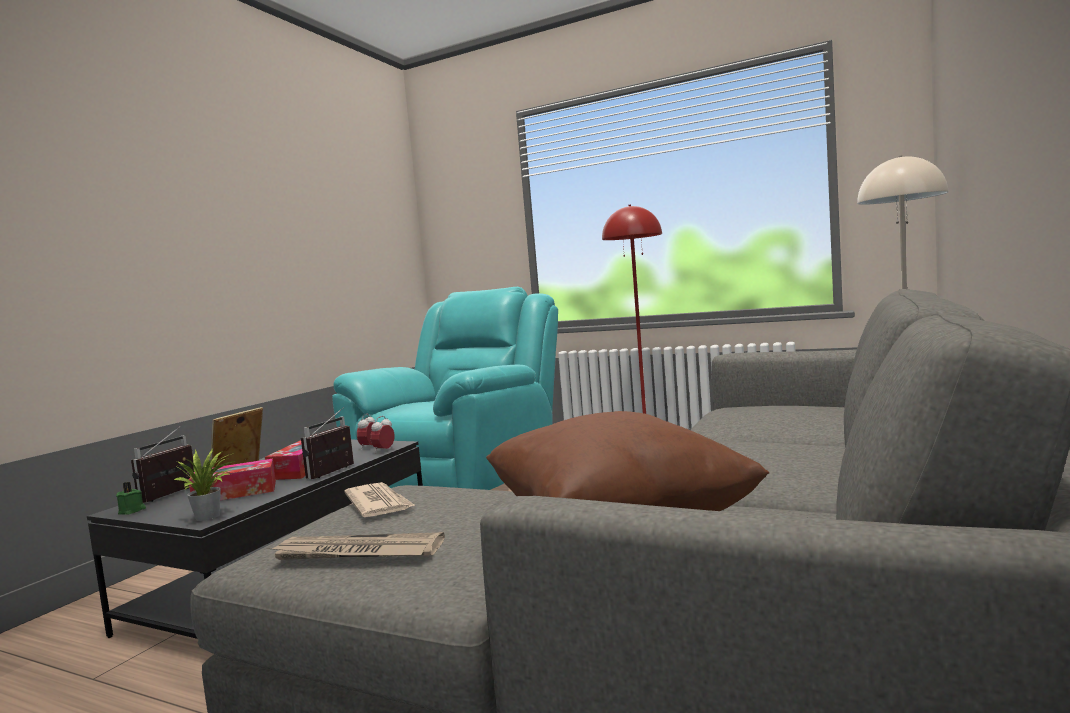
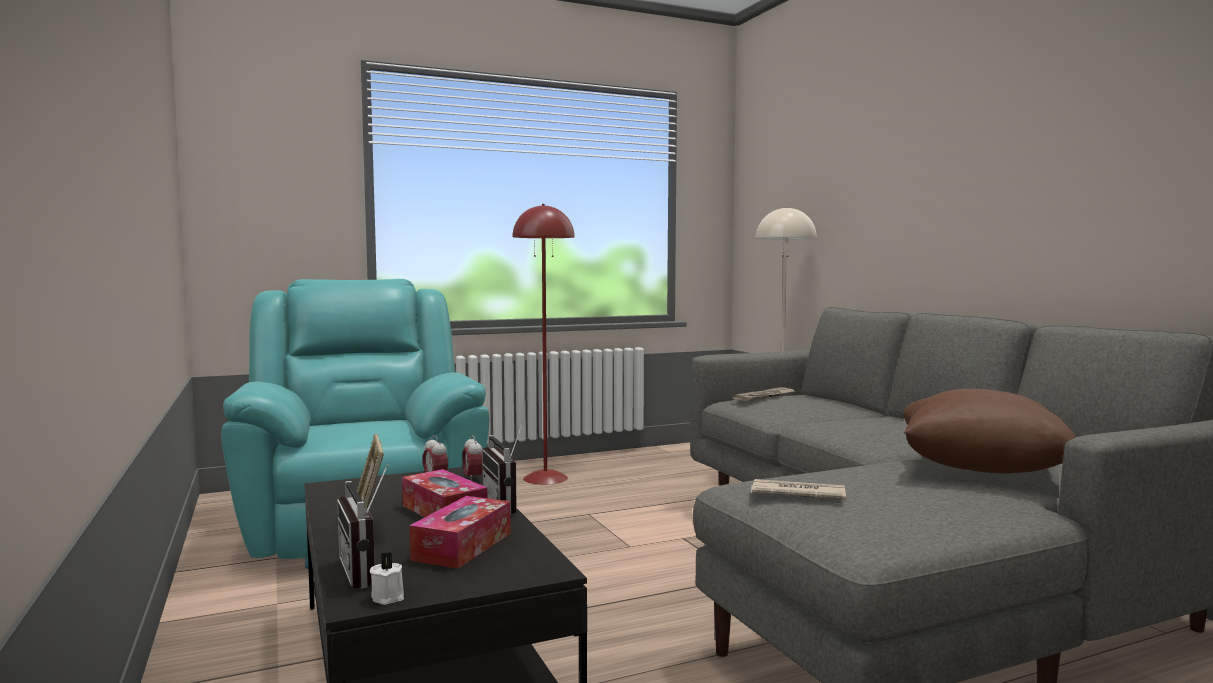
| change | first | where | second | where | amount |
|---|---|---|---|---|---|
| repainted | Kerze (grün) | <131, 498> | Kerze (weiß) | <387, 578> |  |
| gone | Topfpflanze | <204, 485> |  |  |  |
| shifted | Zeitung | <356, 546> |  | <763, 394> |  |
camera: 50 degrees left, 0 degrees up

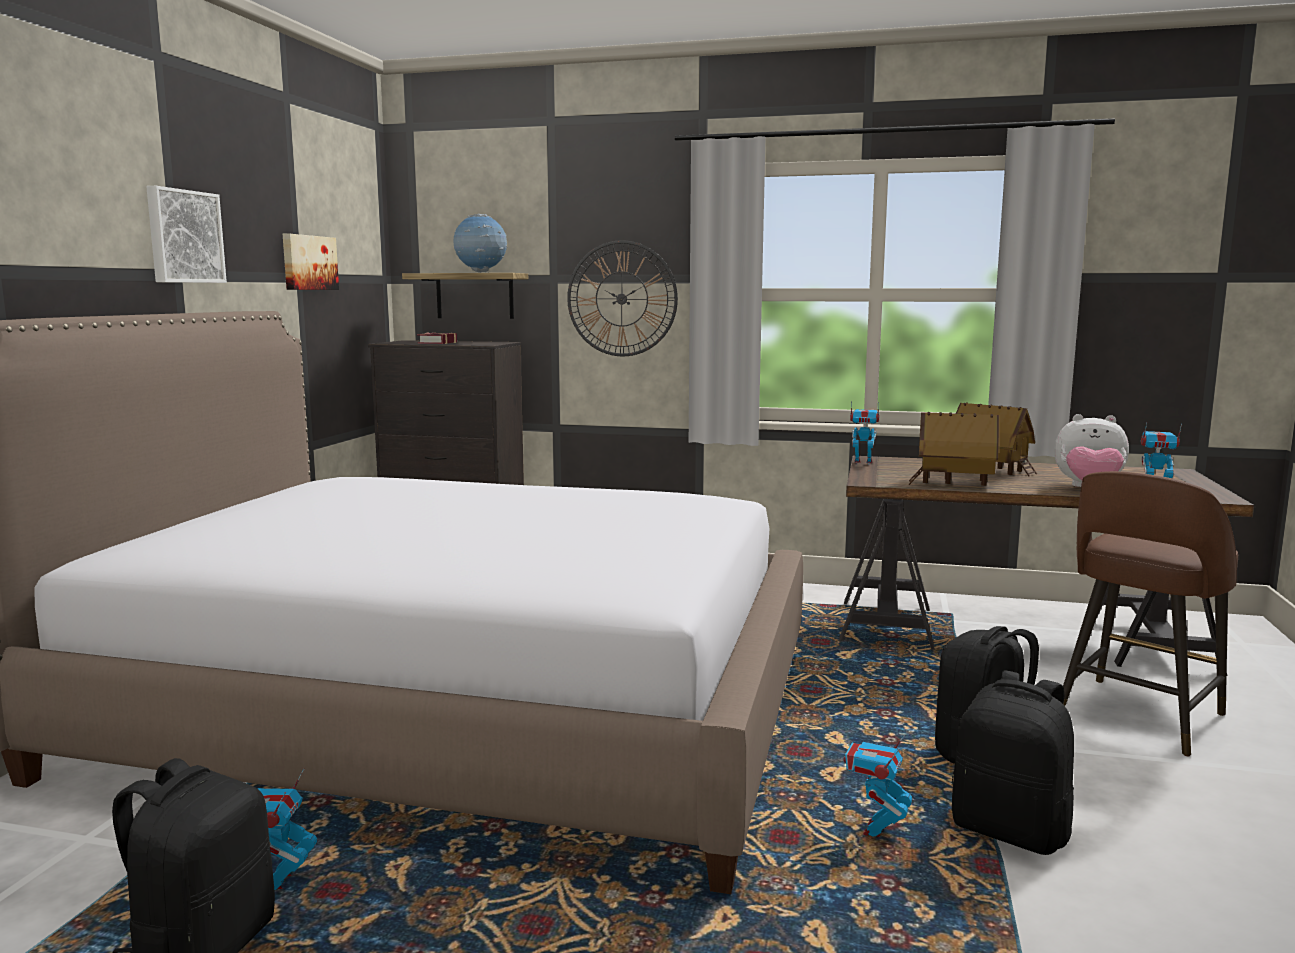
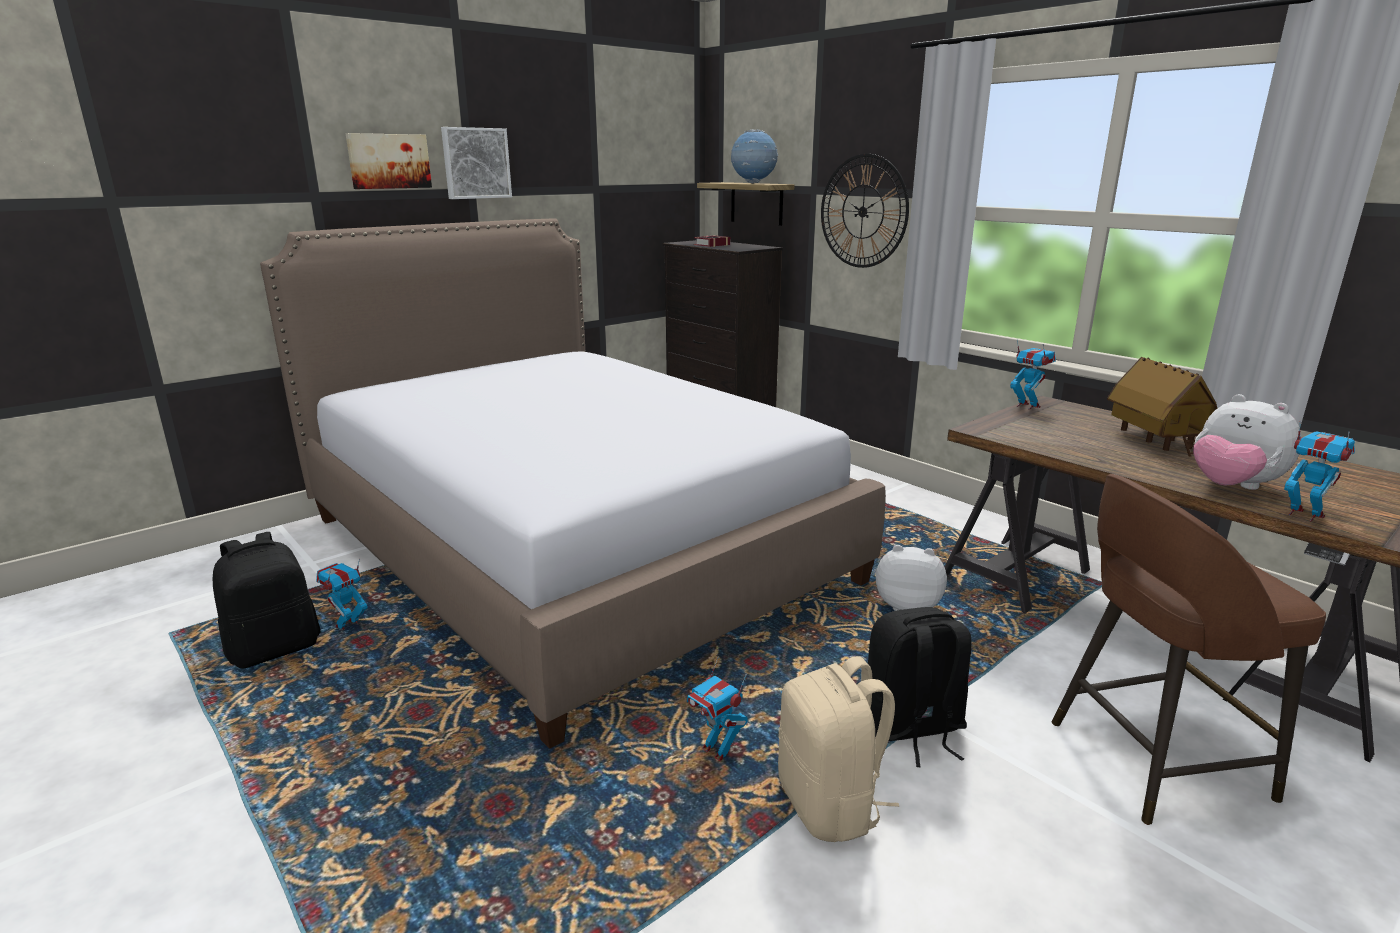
| change | first | where | second | where | amount |
|---|---|---|---|---|---|
| shifted | Bild | <311, 261> |  | <388, 161> |  |
| rotated | Spielzeugroboter | <878, 784> |  | <717, 709> | 105 degrees counterclockwise |
| gone | Spielzeughaus | <953, 449> |  |  |  |
| repainted | Rucksack (schwarz) | <1013, 762> | Rucksack (beige) | <838, 749> |  |
| new |  |  | Plüschtier | <911, 578> |  |
camera: 35 degrees right, 10 degrees up

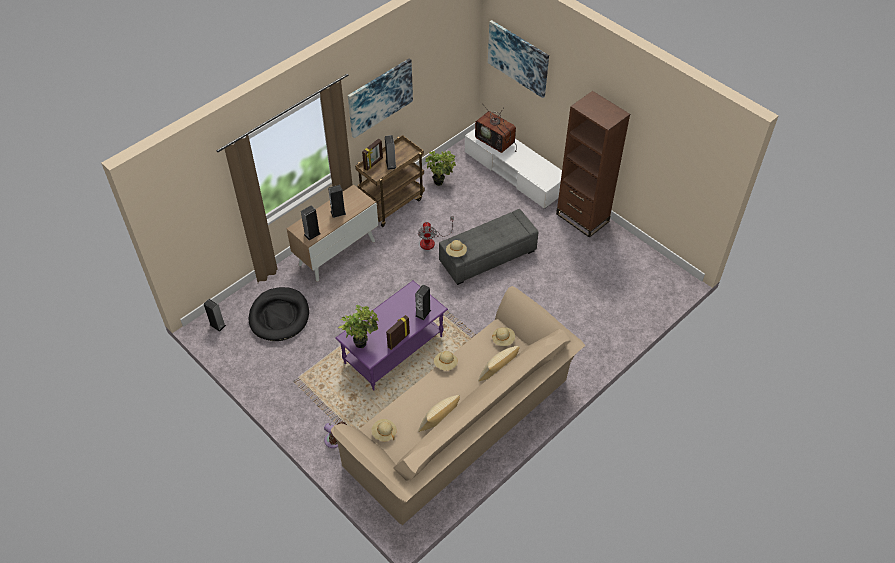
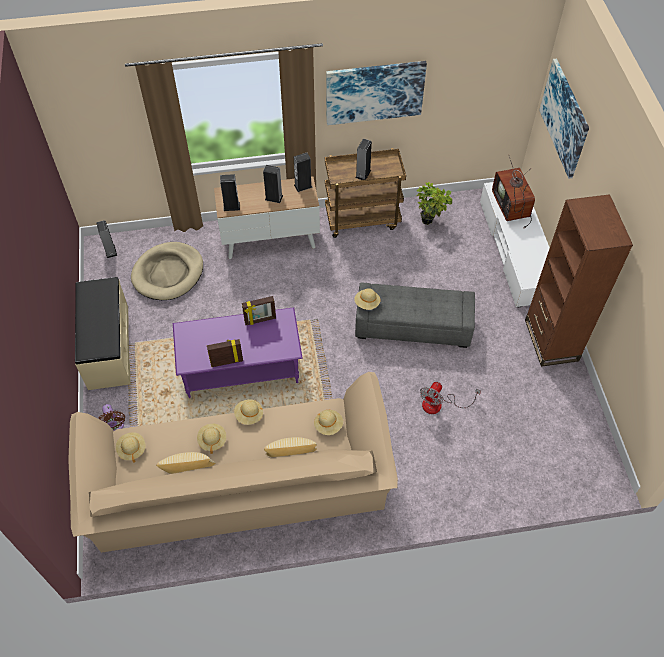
| change | first | where | second | where | amount |
|---|---|---|---|---|---|
| repainted | Hundebett (schwarz) | <279, 314> | Hundebett (beige) | <167, 271> |  |
| gone | Topfpflanze | <358, 326> |  |  |  |
| shifted | Bilderrahmen | <372, 155> |  | <259, 310> |  |
| shifted | Lautsprecher | <423, 302> |  | <303, 172> |  |
| shifted | Ventilator | <436, 233> |  | <450, 398> |  |
| new |  |  | Bank (beige) | <103, 333> |  |
| new |  |  | Hut (beige) | <211, 439> |  |
camera: 35 degrees right, 5 degrees up

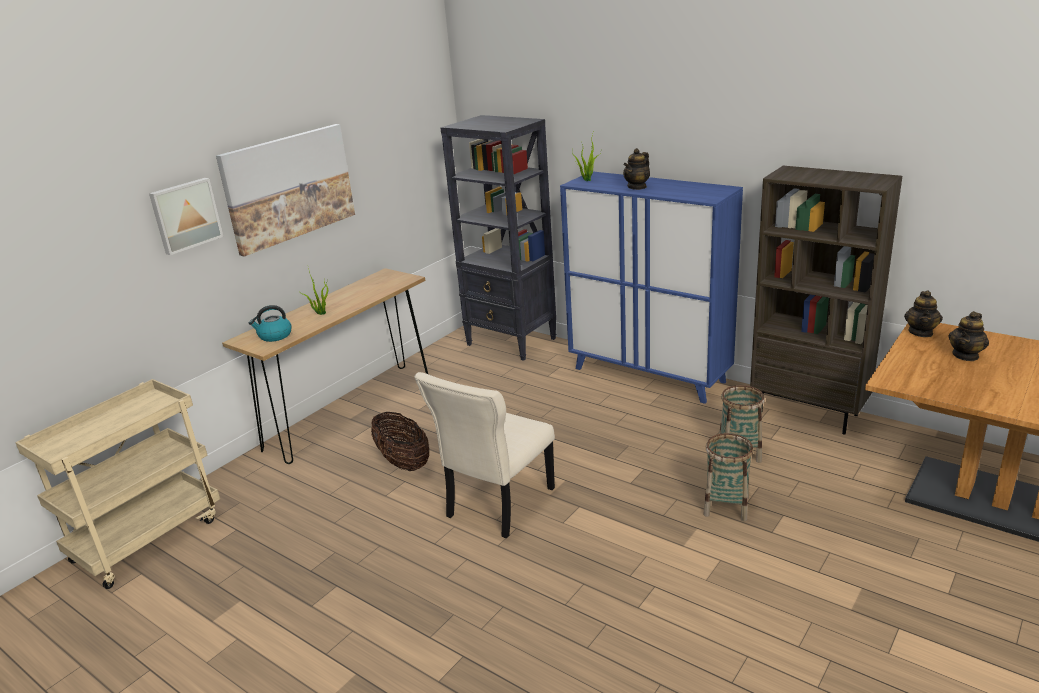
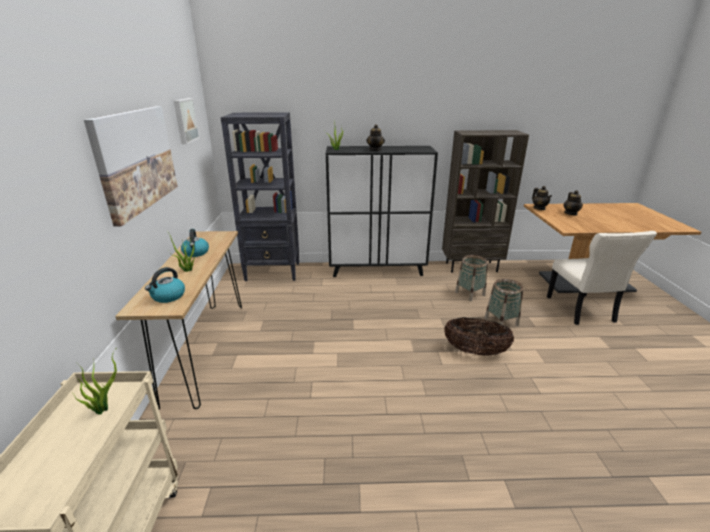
| change | first | where | second | where | amount |
|---|---|---|---|---|---|
| shifted | Bild | <186, 216> |  | <187, 121> |  |
| shifted | Korb | <400, 441> |  | <479, 336> |  |
| shifted | Stuhl (beige) | <484, 455> |  | <602, 278> |  |
| repainted | Schrank (blau) | <651, 288> | Schrank (schwarz) | <382, 211> |  |
| new |  |  | Topfpflanze | <95, 382> |  |
| new |  |  | Wasserkessel | <195, 243> |  |
camera: 40 degrees left, 0 degrees up

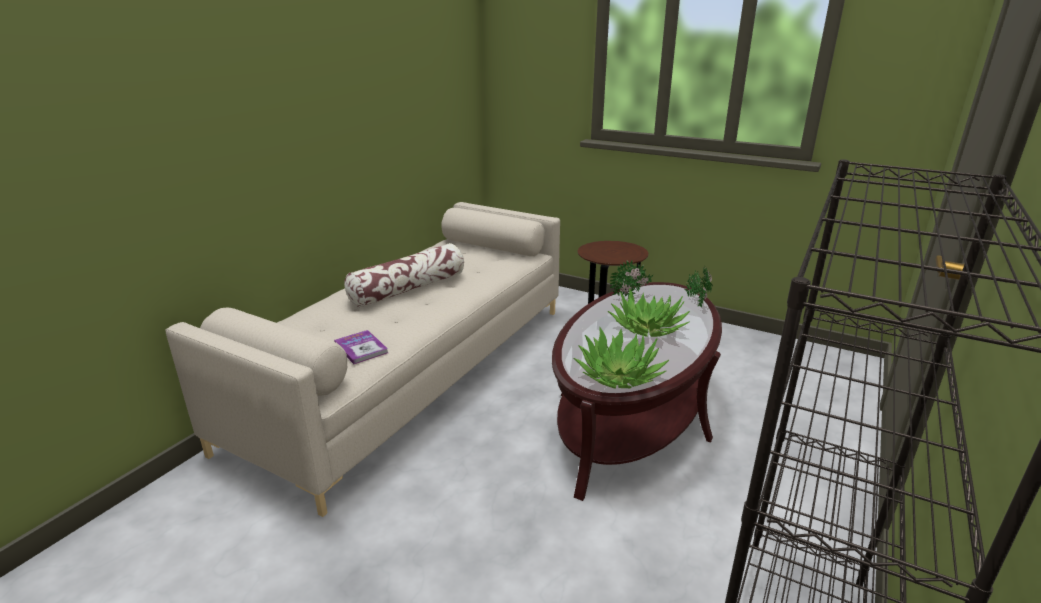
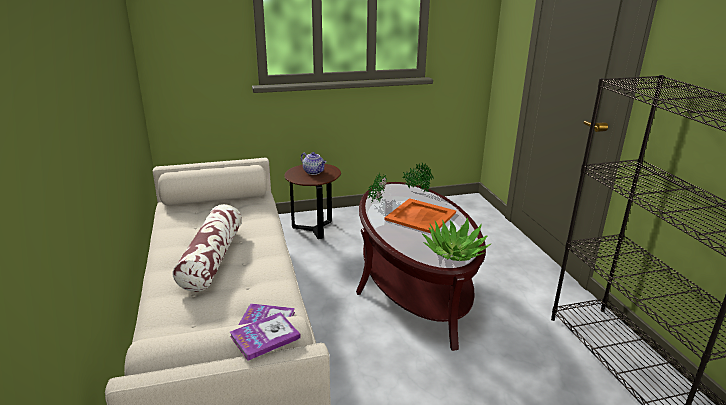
| change | first | where | second | where | amount |
|---|---|---|---|---|---|
| swapped | Topfpflanze | <649, 312> | Tablett (orange) | <420, 215> |  |
| new |  |  | Buch | <265, 336> |  |
| new |  |  | Teekanne | <313, 163> |  |
camera: 45 degrees left, 0 degrees up

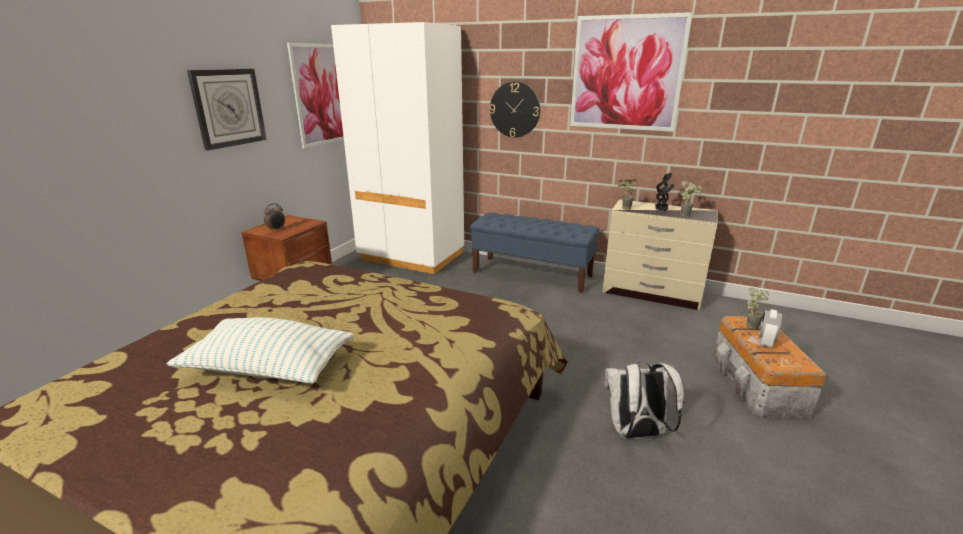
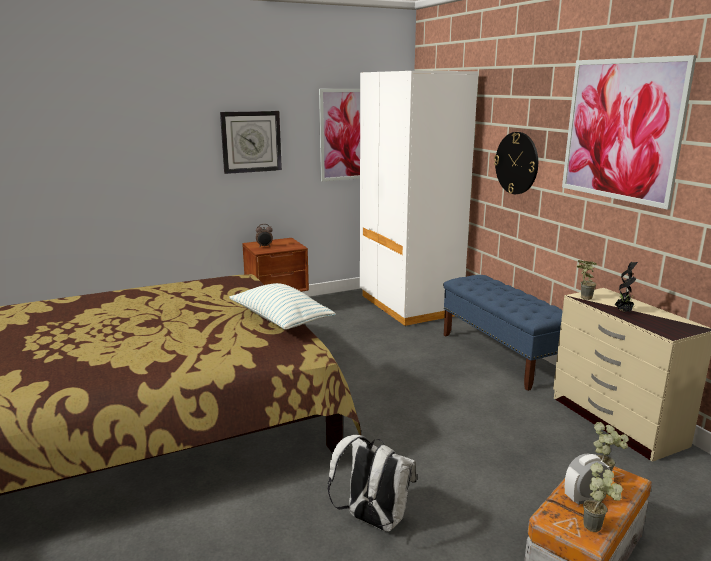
| change | first | where | second | where | amount |
|---|---|---|---|---|---|
| shifted | Kissen | <260, 350> |  | <282, 306> |  |
| shifted | Topfpflanze | <691, 199> |  | <603, 497> |  |
camera: 40 degrees right, 5 degrees down

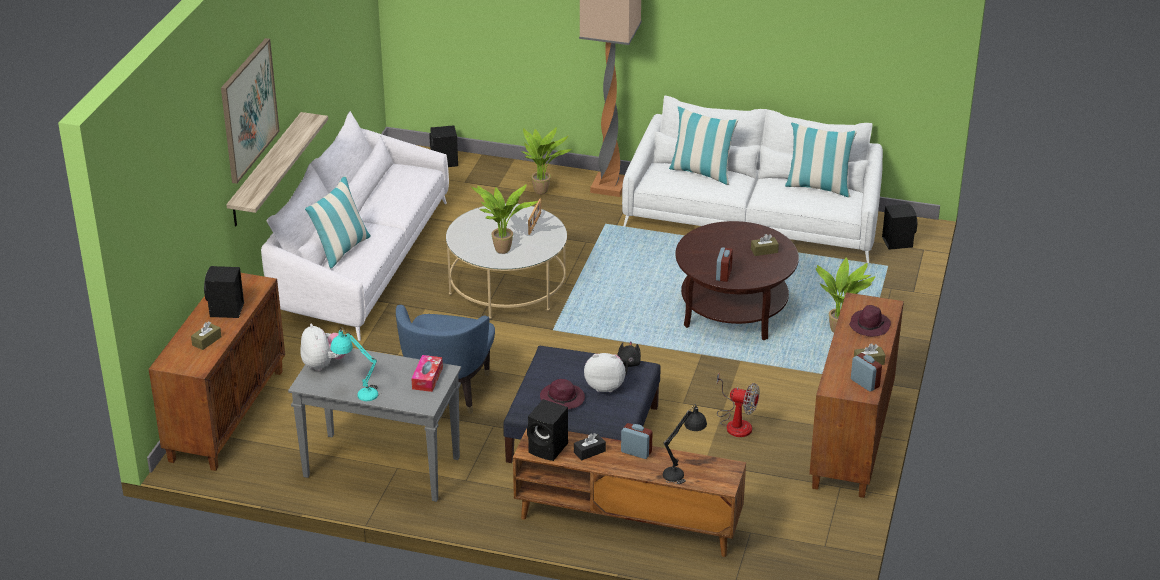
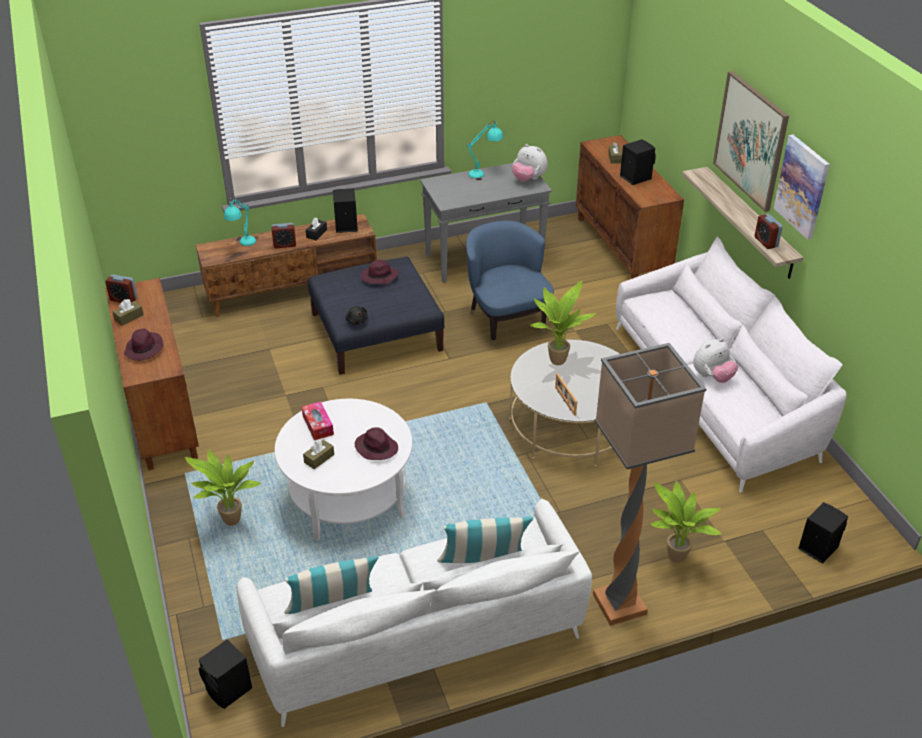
| change | first | where | second | where | amount |
|---|---|---|---|---|---|
| gone | Kissen | <338, 222> |  |  |  |
| shifted | Taschentuchbox | <427, 373> |  | <318, 420> |  |
| shifted | Plüschtier | <605, 372> |  | <715, 360> |  |
| repainted | Tischlampe (schwarz) | <685, 444> | Tischlampe (türkis) | <240, 222> |  |
| repainted | Couchtisch (braun) | <737, 280> | Couchtisch (weiß) | <343, 469> |  |
| shifted | Wecker | <724, 264> |  | <769, 231> |  |
| gone | Ventilator | <738, 405> |  |  |  |
| new |  |  | Hut (lila) | <376, 443> |  |
| new |  |  | Bild | <802, 187> |  |
camera: 145 degrees right, 5 degrees up

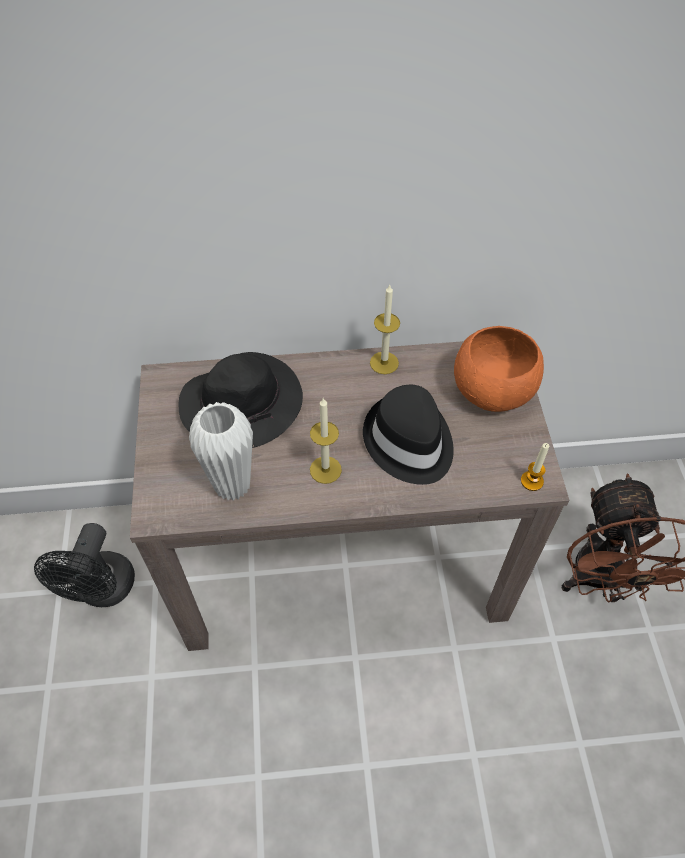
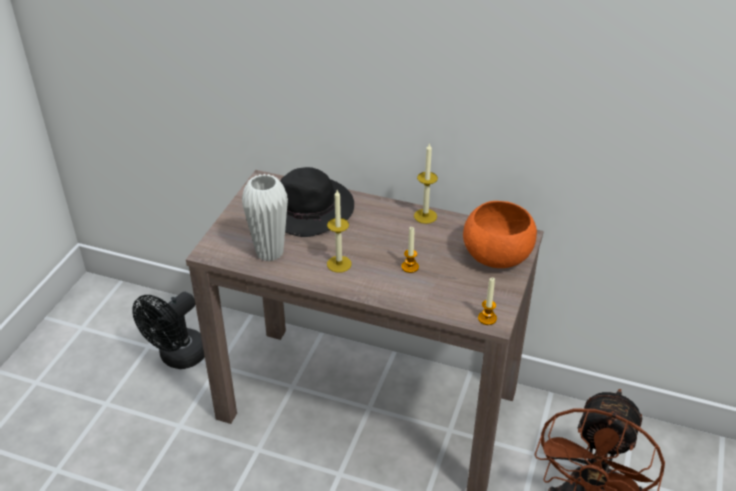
| change | first | where | second | where | amount |
|---|---|---|---|---|---|
| swapped | Hut (schwarz) | <408, 435> | Kerze | <410, 250> |  |
camera: 25 degrees right, 15 degrees down

